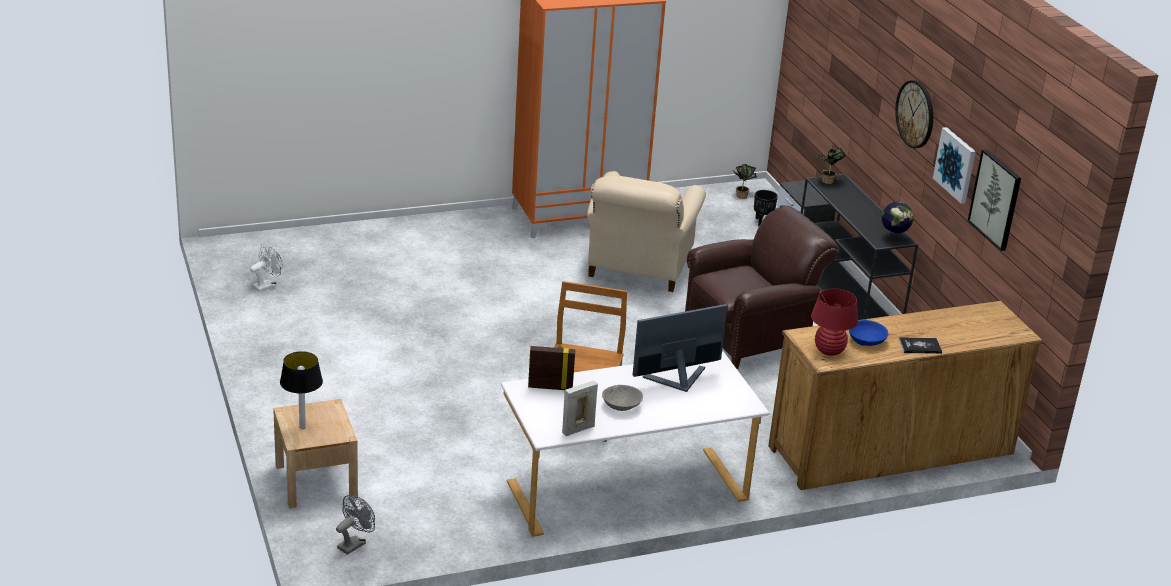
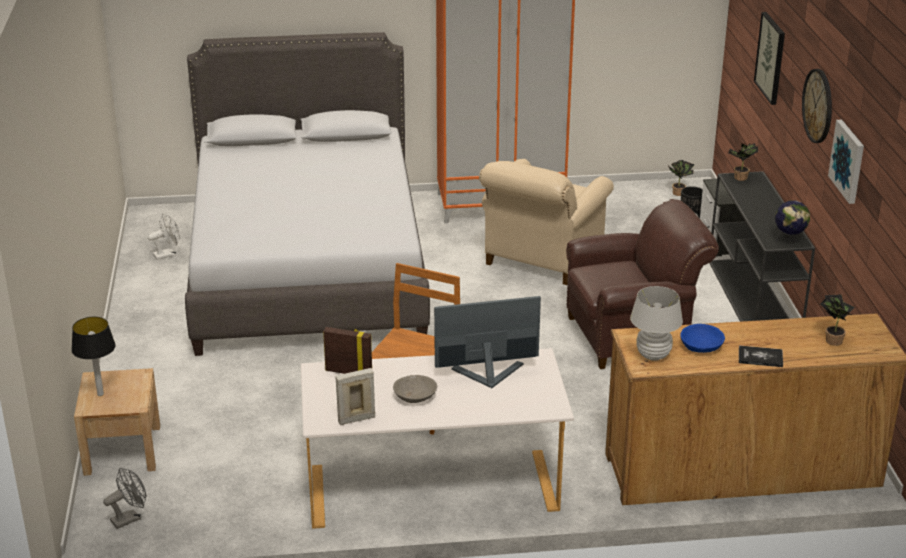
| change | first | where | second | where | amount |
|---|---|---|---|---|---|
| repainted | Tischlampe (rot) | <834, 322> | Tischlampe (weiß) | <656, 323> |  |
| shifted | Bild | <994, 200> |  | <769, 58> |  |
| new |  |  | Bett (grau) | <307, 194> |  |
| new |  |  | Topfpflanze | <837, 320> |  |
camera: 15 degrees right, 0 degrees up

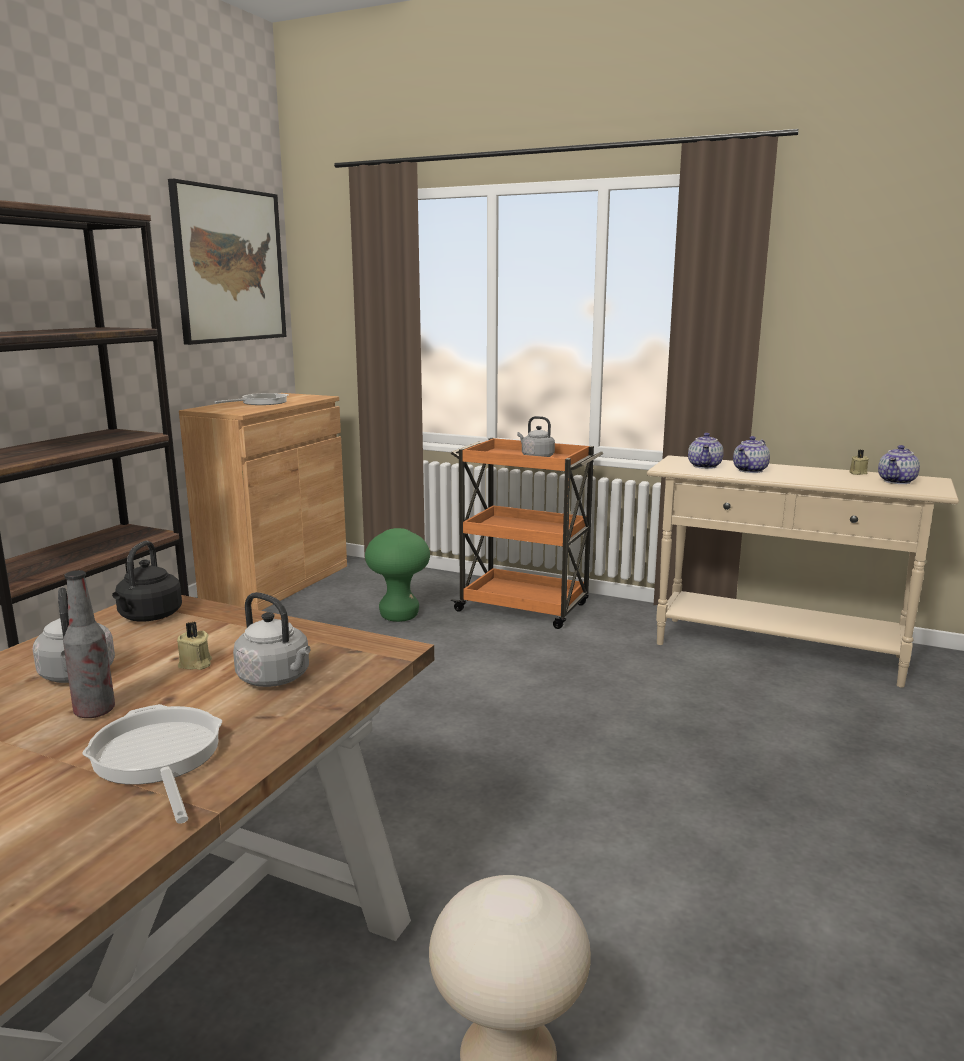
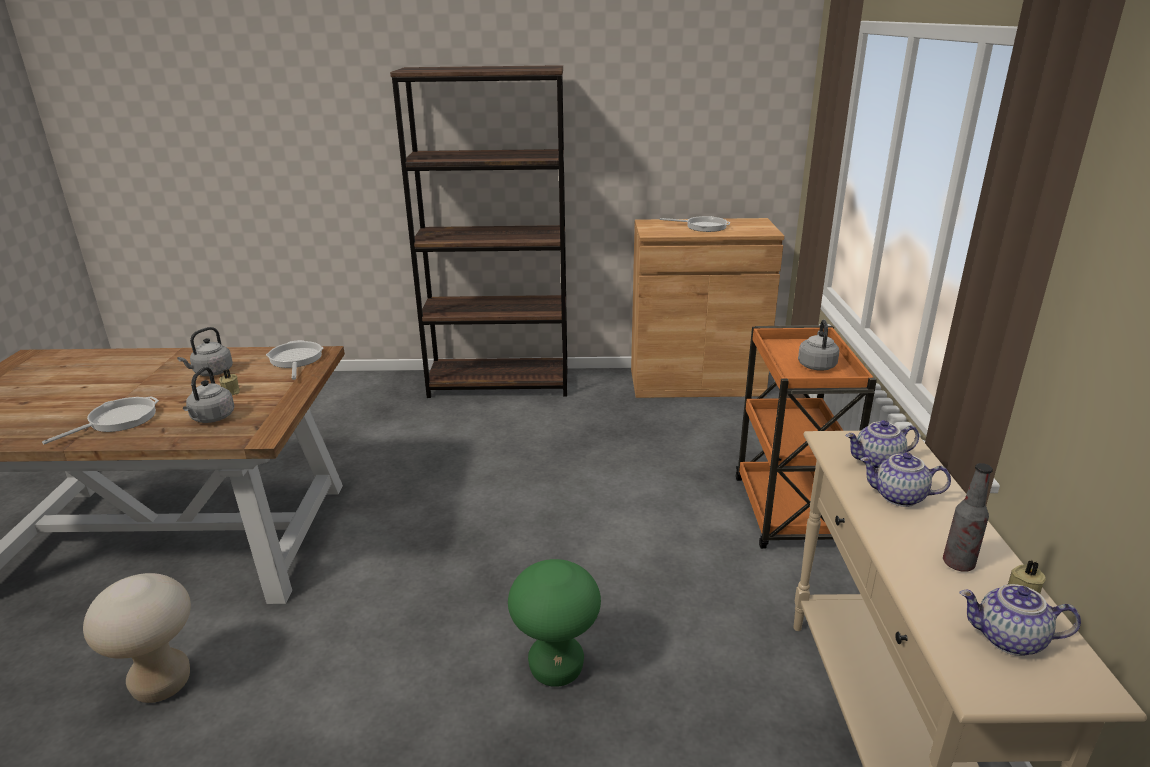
| change | first | where | second | where | amount |
|---|---|---|---|---|---|
| shifted | Flasche | <89, 644> |  | <968, 517> |  |
| swapped | Wasserkessel (schwarz) | <147, 581> | Pfanne | <294, 360> |  |
| gone | Bild | <227, 262> |  |  |  |
| shifted | Hocker (grün) | <397, 575> |  | <554, 623> |  |
camera: 65 degrees right, 10 degrees up

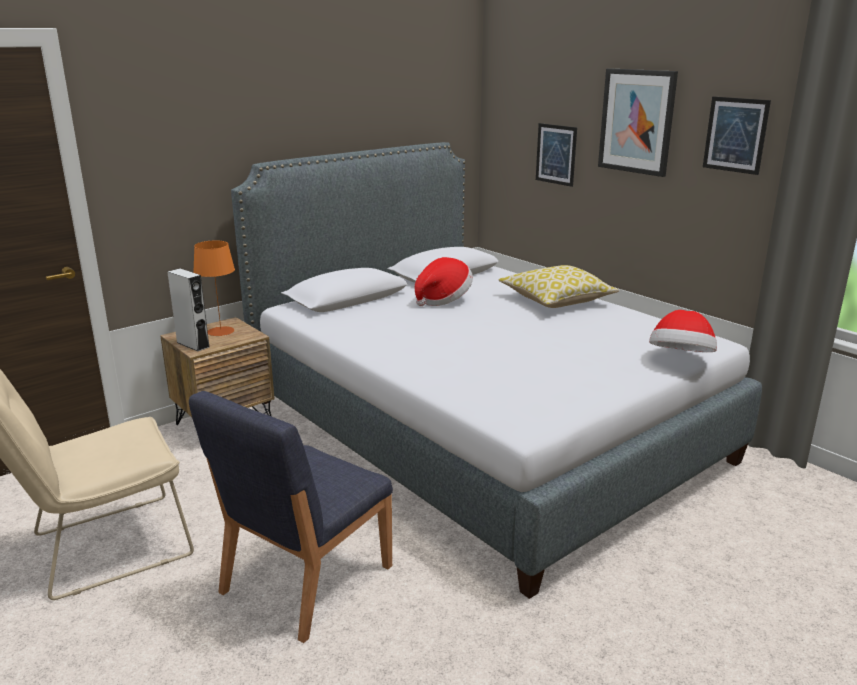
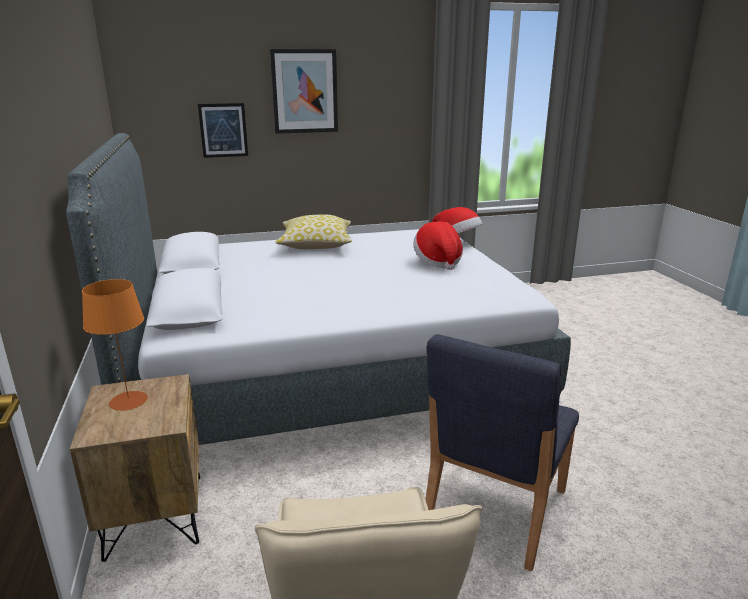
| change | first | where | second | where | amount |
|---|---|---|---|---|---|
| gone | Lautsprecher (grau) | <188, 309> |  |  |  |
| rotated | Stuhl (blau) | <291, 517> |  | <502, 452> | 60 degrees clockwise |
| shifted | Hut | <444, 281> |  | <438, 245> |  |
| gone | Bild | <737, 135> |  |  |  |
camera: 65 degrees left, 0 degrees up

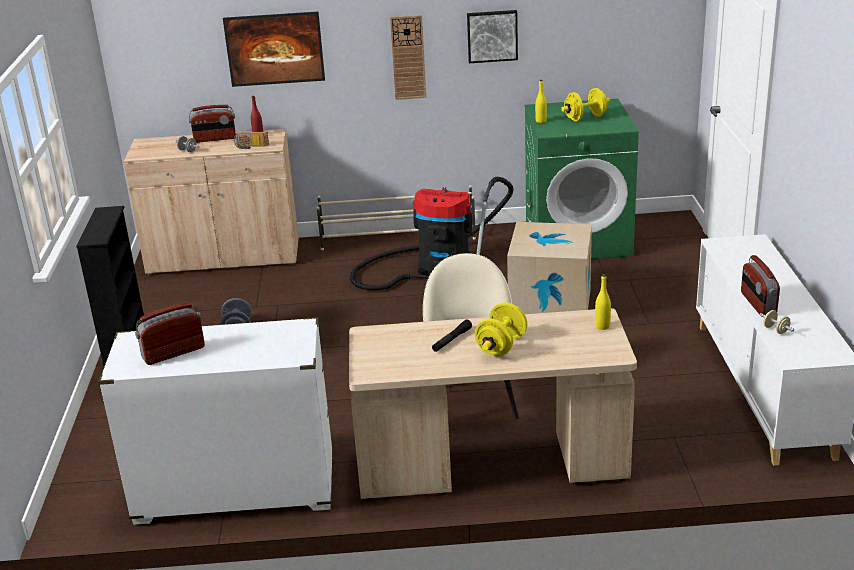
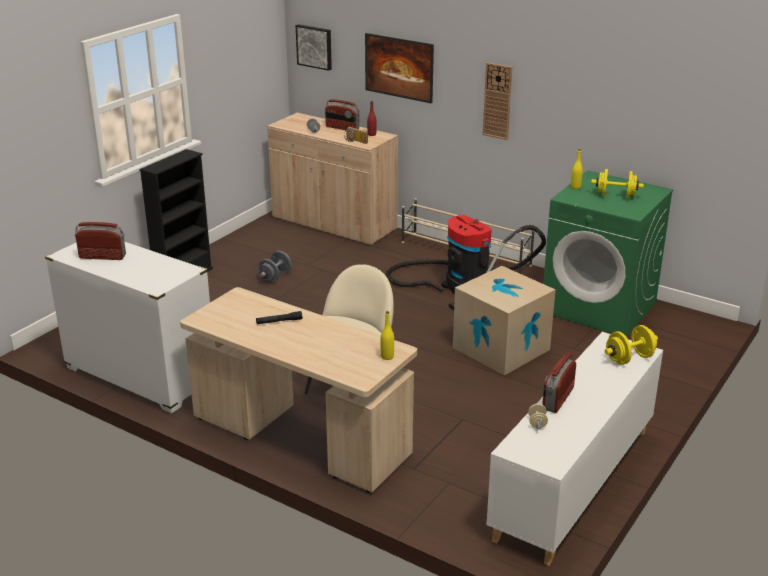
| change | first | where | second | where | amount |
|---|---|---|---|---|---|
| shifted | Bild | <492, 36> |  | <314, 47> |  |
| shifted | Hantel (gelb) | <501, 329> |  | <631, 345> |  |
camera: 35 degrees right, 0 degrees up

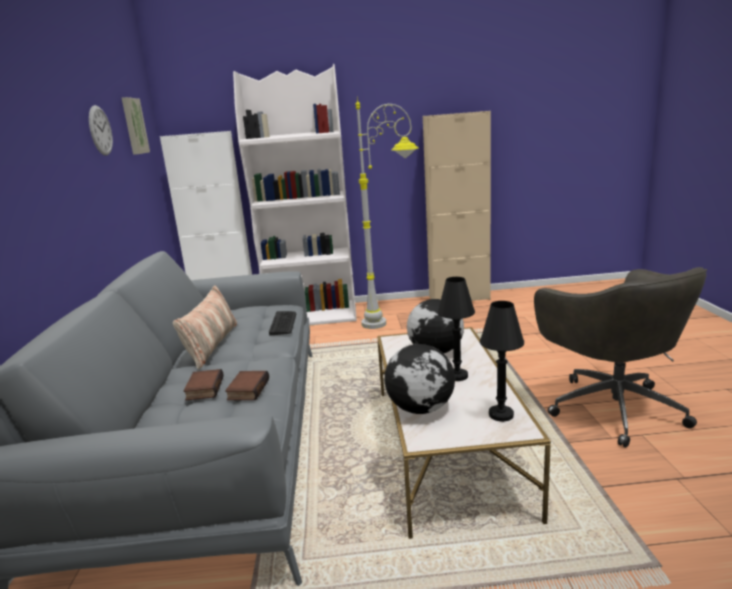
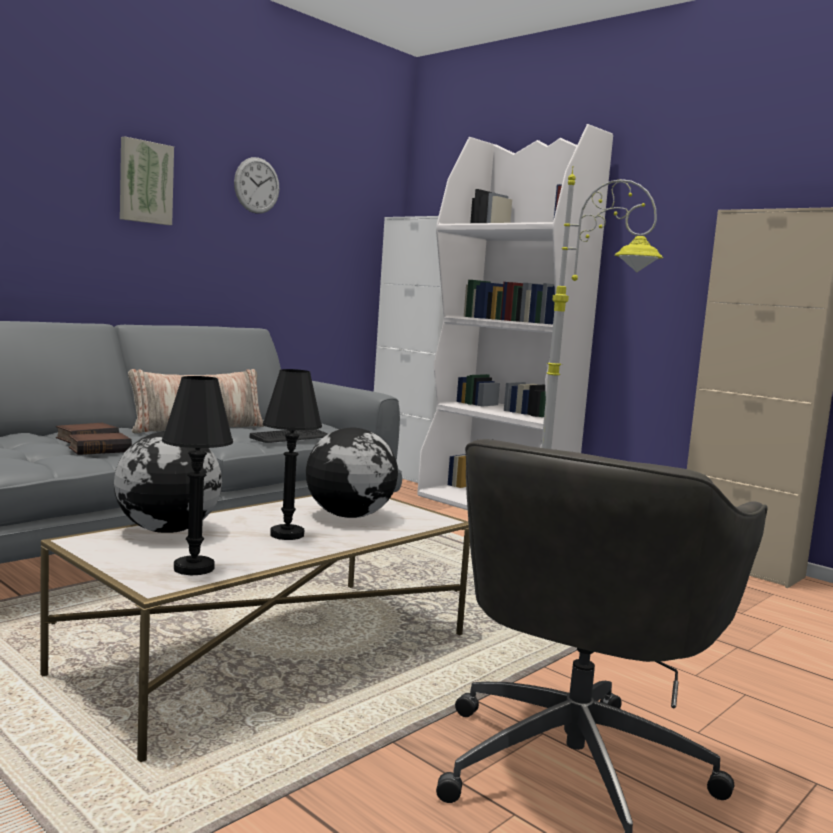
| change | first | where | second | where | amount |
|---|---|---|---|---|---|
| shifted | Bild | <136, 126> |  | <147, 181> |  |
camera: 45 degrees right, 10 degrees down

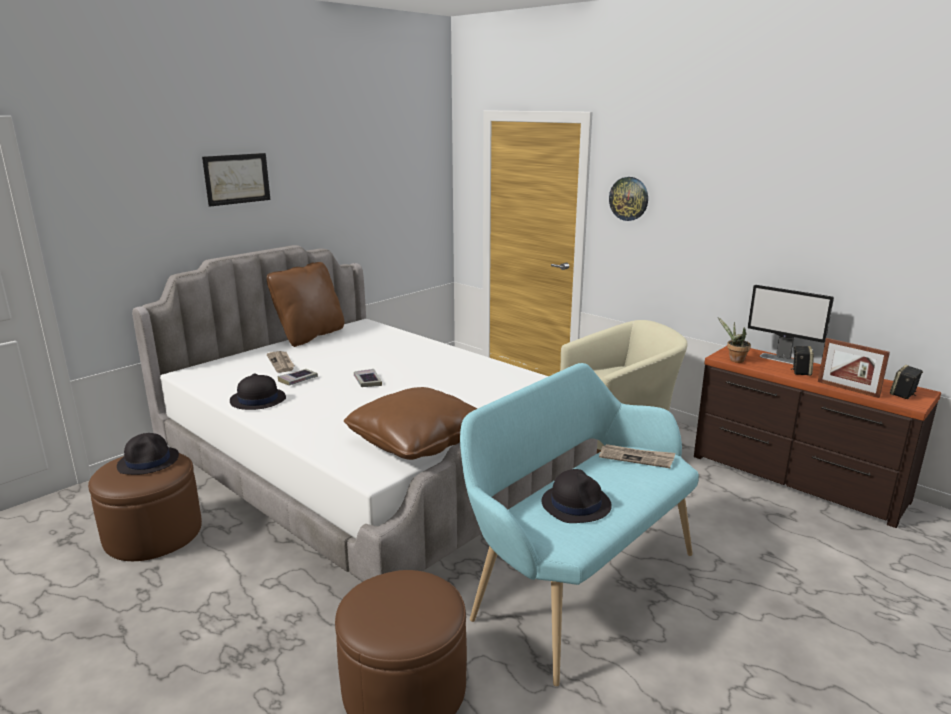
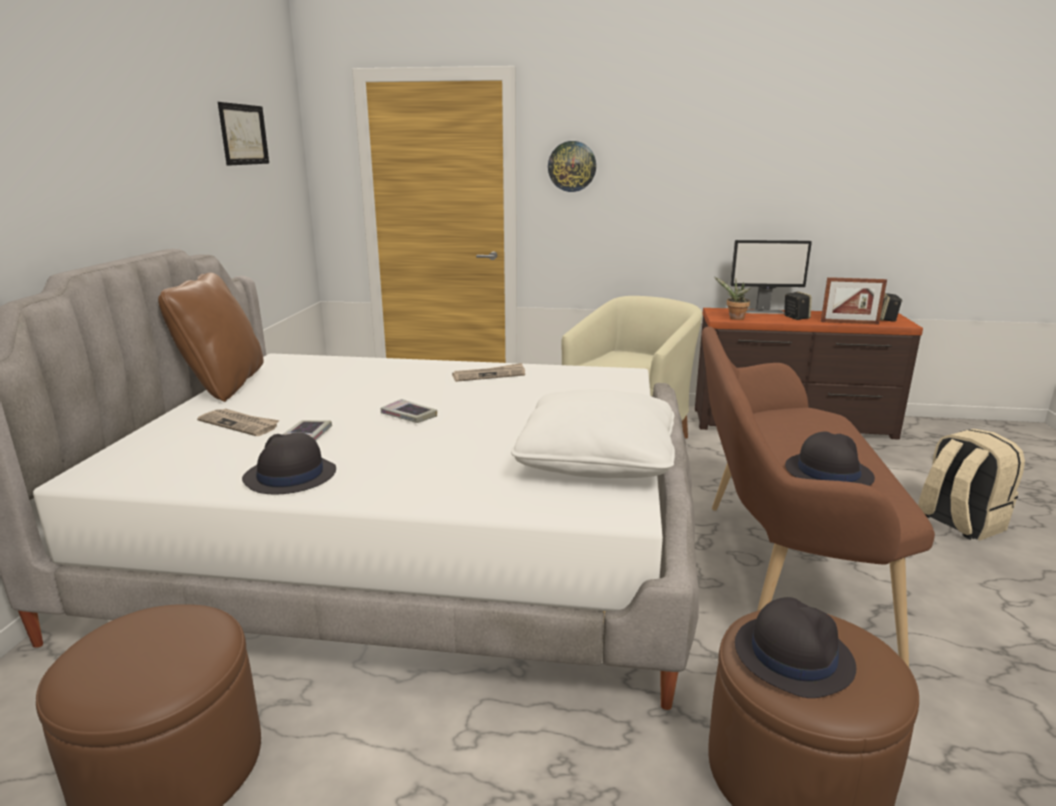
| change | first | where | second | where | amount |
|---|---|---|---|---|---|
| shifted | Hut (schwarz) | <148, 454> |  | <795, 647> |  |
| shifted | Bild | <236, 180> |  | <243, 134> |  |
| repainted | Kissen (braun) | <410, 423> | Kissen (weiß) | <593, 433> |  |
| repainted | Bank (türkis) | <579, 524> | Bank (braun) | <818, 497> |  |
| shifted | Zeitung | <637, 456> |  | <488, 372> |  |
| new |  |  | Rucksack (beige) | <971, 484> |  |
camera: 35 degrees left, 0 degrees up

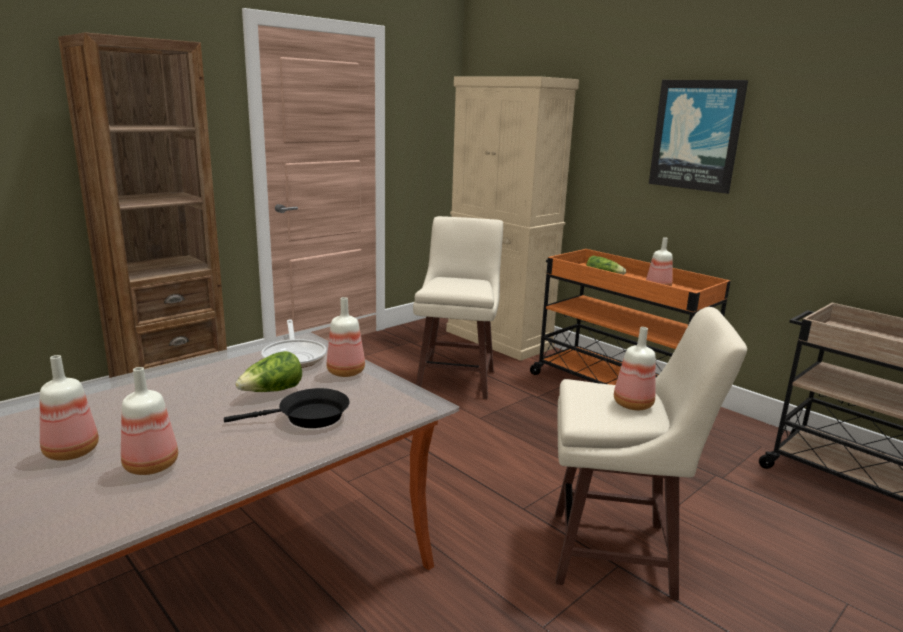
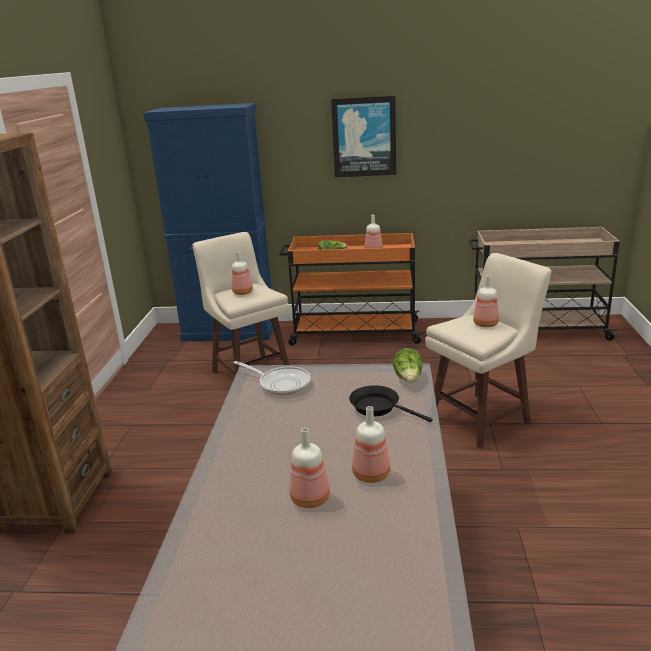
| change | first | where | second | where | amount |
|---|---|---|---|---|---|
| rotated | Pfanne (schwarz) | <287, 408> |  | <391, 403> | 90 degrees counterclockwise |
| shifted | Salatkopf | <268, 371> |  | <408, 365> |  |
| shifted | Flasche | <346, 337> |  | <242, 273> |  |
| repainted | Schrank (beige) | <512, 219> | Schrank (blau) | <208, 222> |  |
camera: 40 degrees left, 5 degrees up

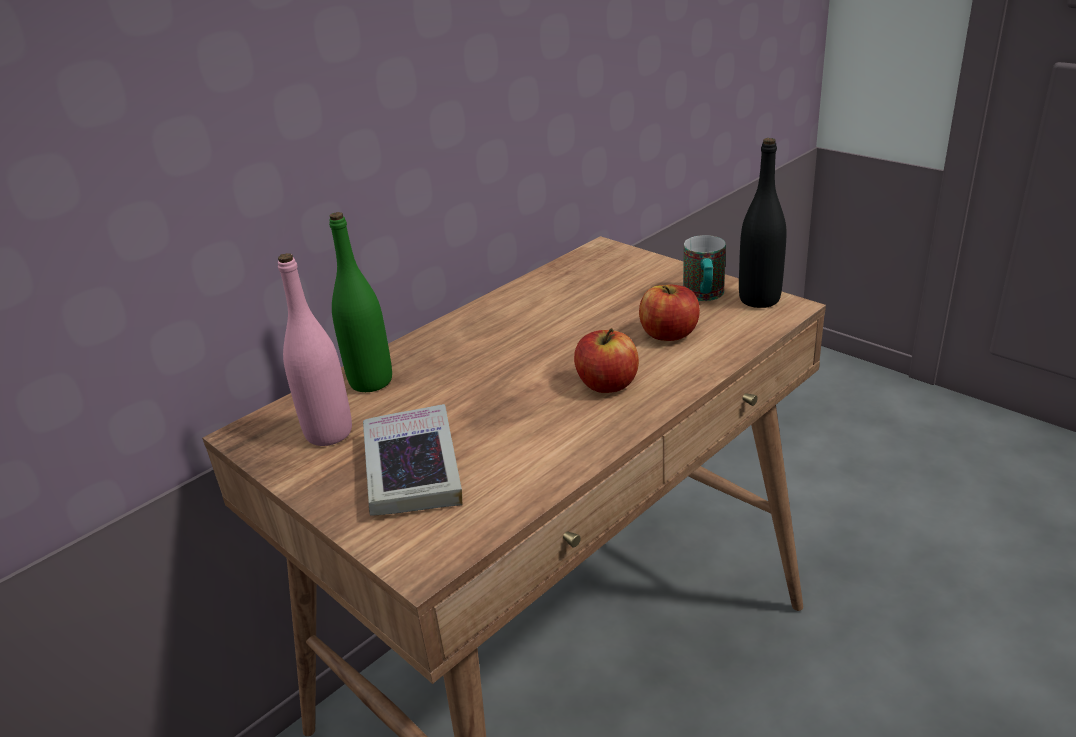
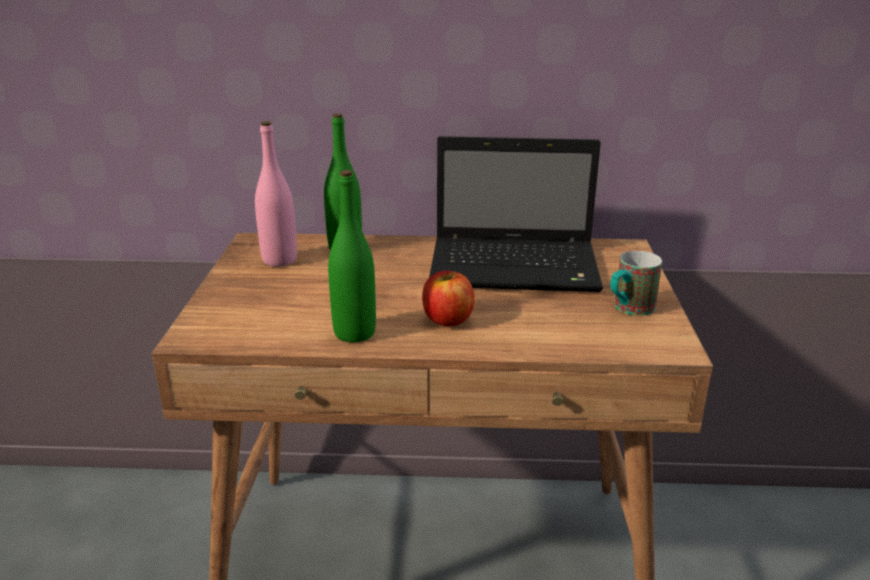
| change | first | where | second | where | amount |
|---|---|---|---|---|---|
| gone | Buch | <412, 460> |  |  |  |
| gone | Apfel | <669, 313> |  |  |  |
| gone | Flasche (schwarz) | <762, 223> |  |  |  |
| new |  |  | Flasche (grün) | <352, 256> |  |
| new |  |  | Laptop | <516, 214> |  |
camera: 45 degrees right, 5 degrees down

